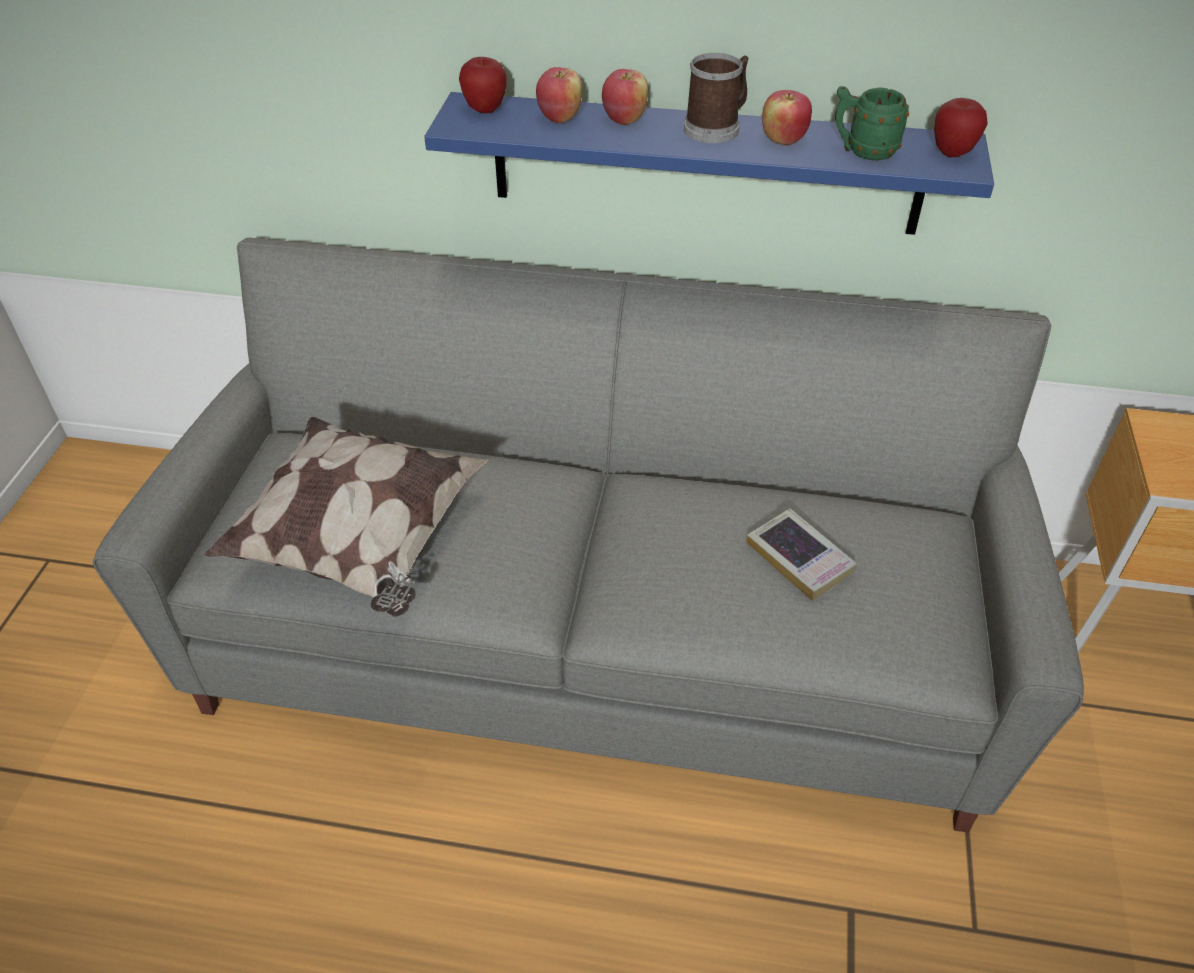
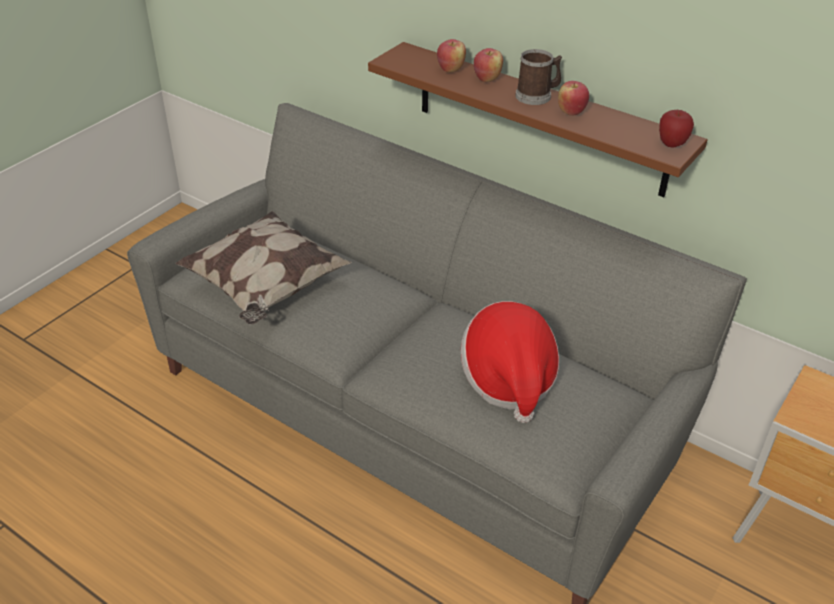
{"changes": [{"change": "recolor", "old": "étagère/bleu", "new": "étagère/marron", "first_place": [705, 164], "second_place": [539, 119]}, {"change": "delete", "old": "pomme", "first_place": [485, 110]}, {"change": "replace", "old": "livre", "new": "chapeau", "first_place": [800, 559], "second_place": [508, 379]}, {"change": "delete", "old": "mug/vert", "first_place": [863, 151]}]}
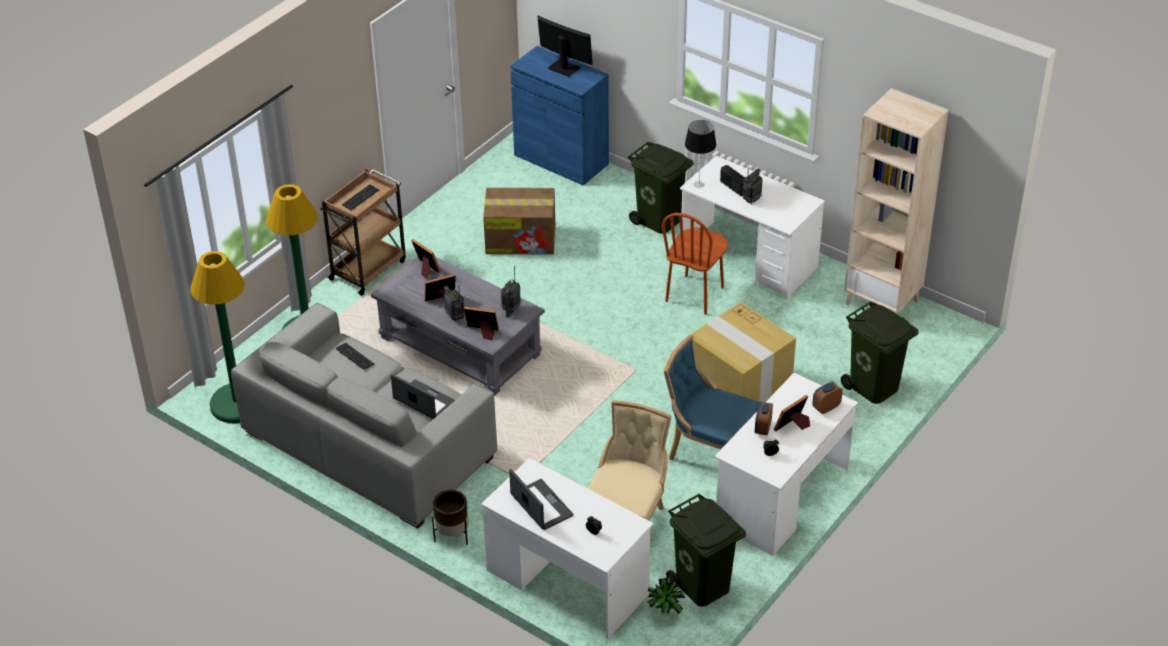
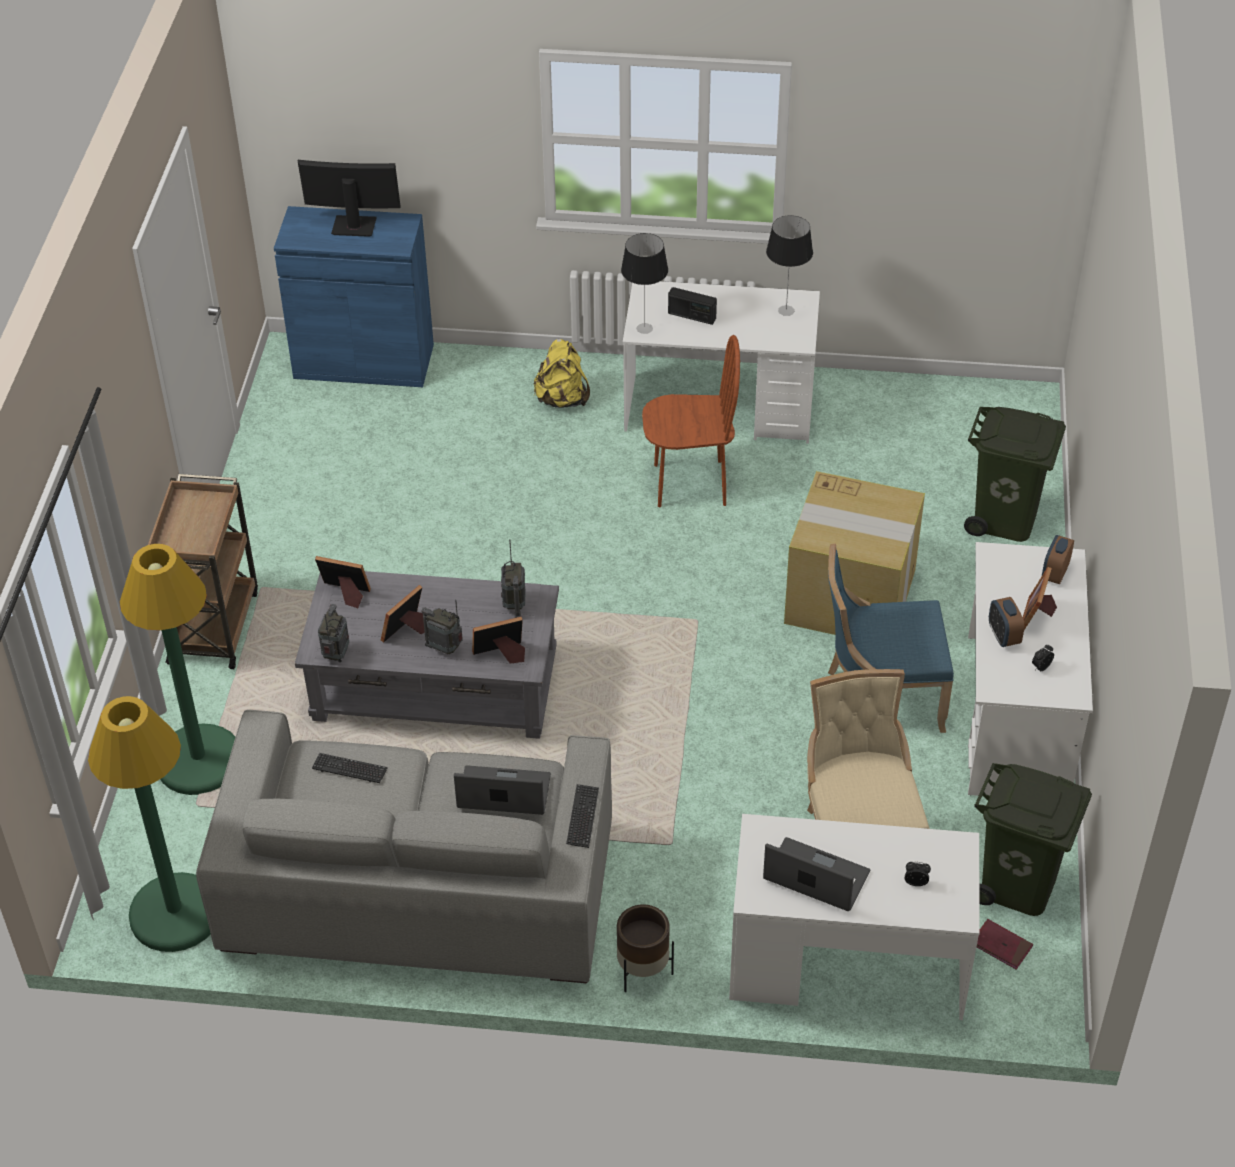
{"changes": [{"change": "move", "old": "clavier", "first_place": [360, 198], "second_place": [582, 817]}, {"change": "delete", "old": "carton", "first_place": [521, 239]}, {"change": "replace", "old": "poubelle/vert", "new": "sac à dos/jaune", "first_place": [658, 220], "second_place": [562, 399]}, {"change": "replace", "old": "plante en pot", "new": "livre/rouge", "first_place": [664, 612], "second_place": [1001, 946]}, {"change": "rotate", "old": "chaise/marron", "first_place": [695, 294], "second_place": [690, 484], "degrees": -90}, {"change": "move", "old": "radio", "first_place": [751, 200], "second_place": [336, 655]}, {"change": "delete", "old": "bibliothèque/beige", "first_place": [883, 302]}, {"change": "insert", "new": "lampe de table", "second_place": [786, 310]}]}
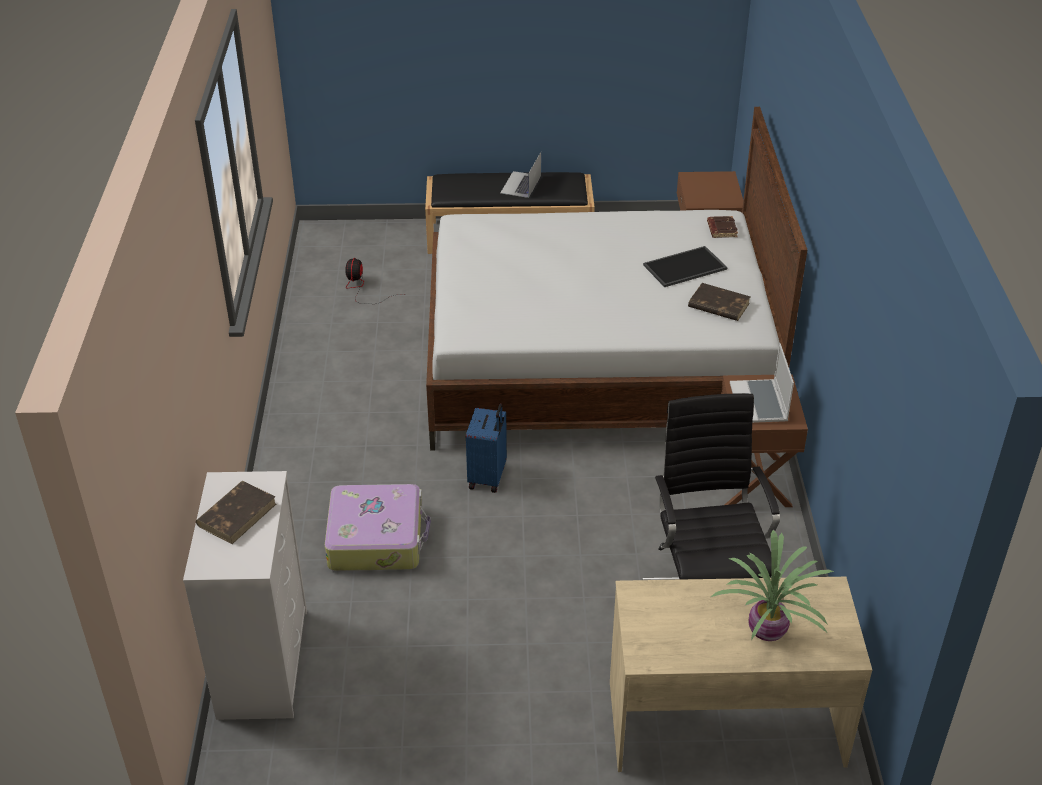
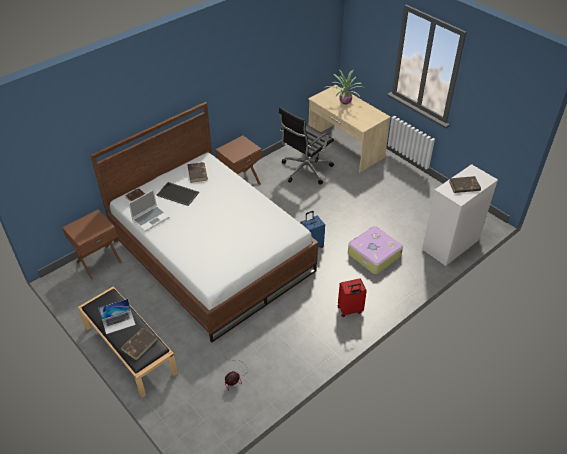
{"changes": [{"change": "move", "old": "ordinateur portable", "first_place": [759, 403], "second_place": [151, 218]}, {"change": "insert", "new": "livre/marron", "second_place": [139, 344]}, {"change": "insert", "new": "valise/rouge", "second_place": [350, 310]}]}
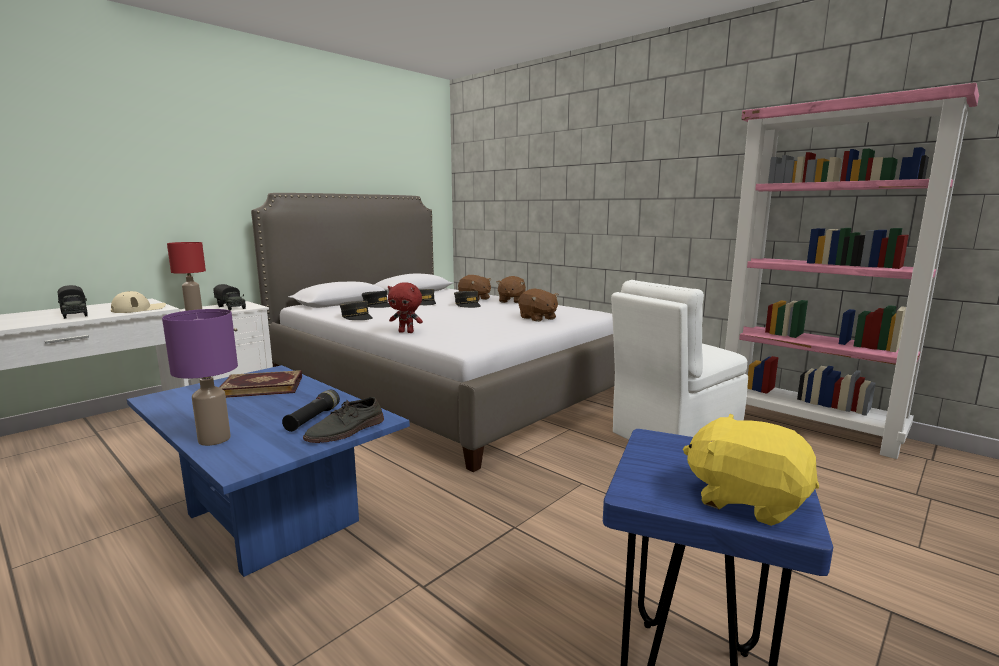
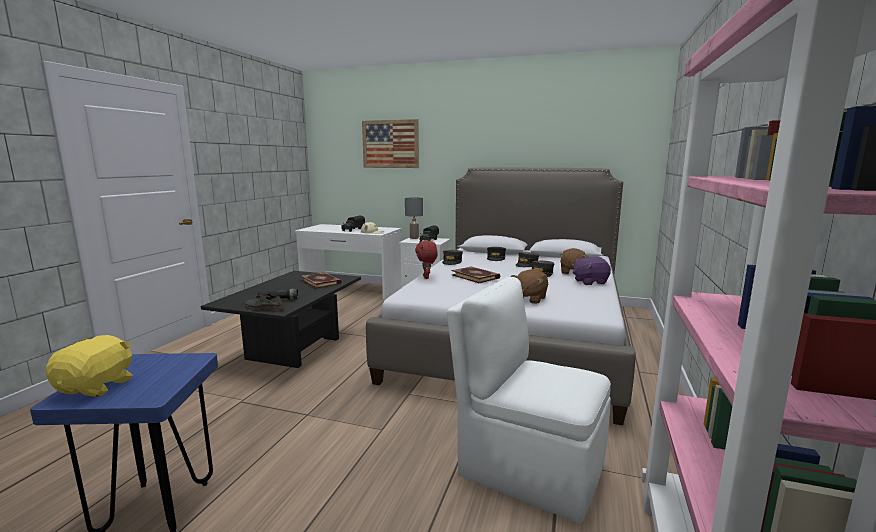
{"changes": [{"change": "recolor", "old": "table basse/bleu", "new": "table basse/noir", "first_place": [272, 517], "second_place": [294, 348]}, {"change": "delete", "old": "lampe de table/violet", "first_place": [213, 439]}, {"change": "recolor", "old": "lampe de table/rouge", "new": "lampe de table/gris", "first_place": [193, 309], "second_place": [414, 238]}, {"change": "recolor", "old": "peluche/marron", "new": "peluche/violet", "first_place": [511, 301], "second_place": [589, 282]}, {"change": "insert", "new": "tableau", "second_place": [390, 144]}, {"change": "insert", "new": "livre", "second_place": [476, 276]}]}
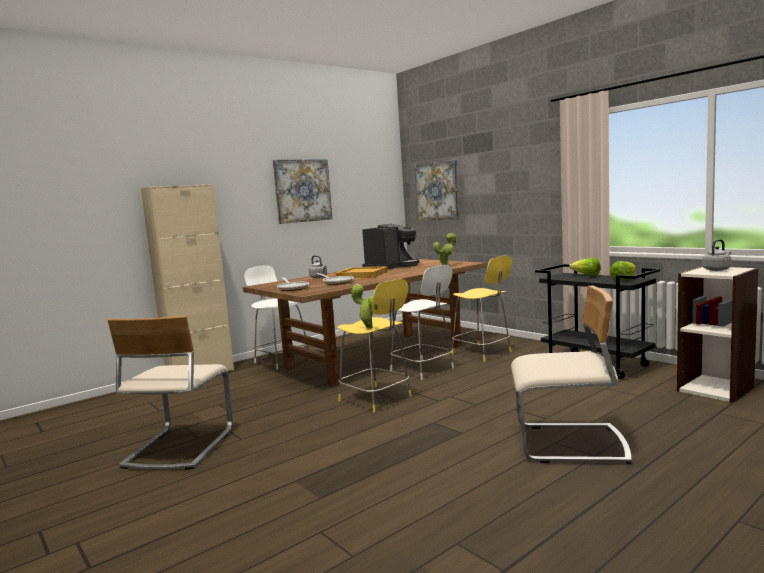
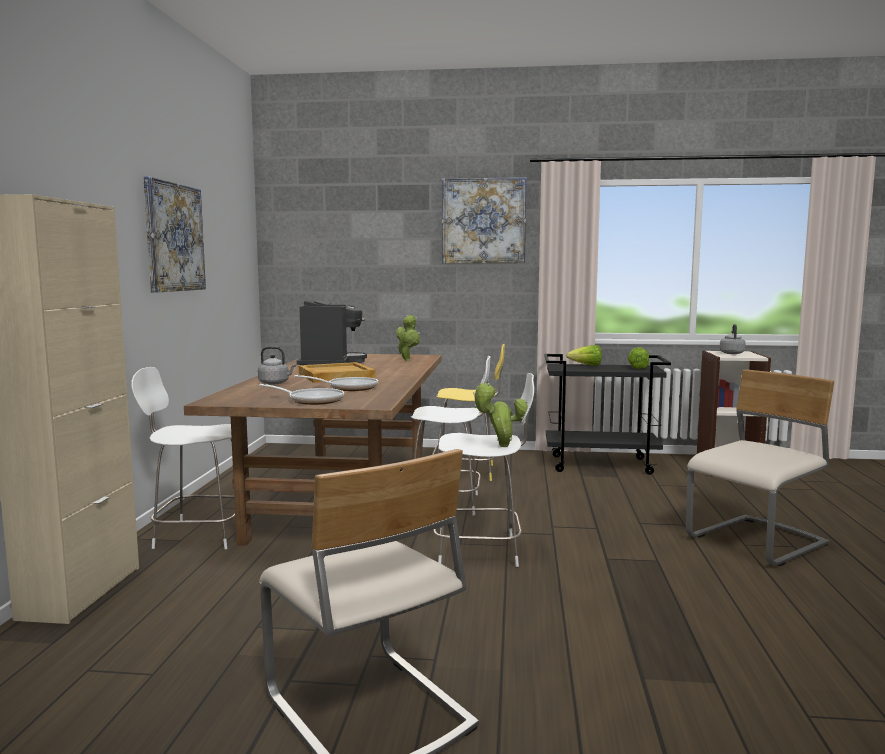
{"changes": [{"change": "recolor", "old": "tabouret/jaune", "new": "tabouret/blanc", "first_place": [376, 399], "second_place": [481, 551]}, {"change": "move", "old": "tableau", "first_place": [437, 191], "second_place": [483, 221]}]}
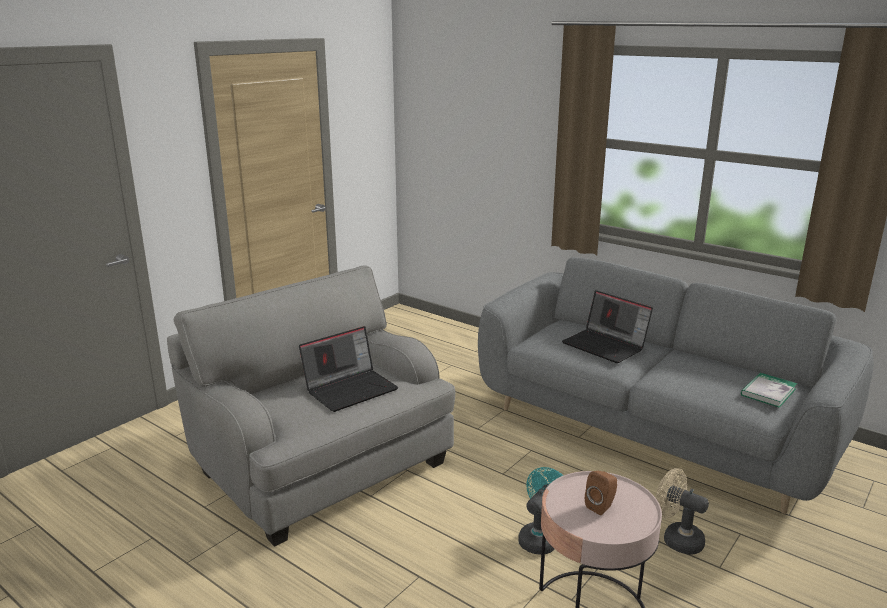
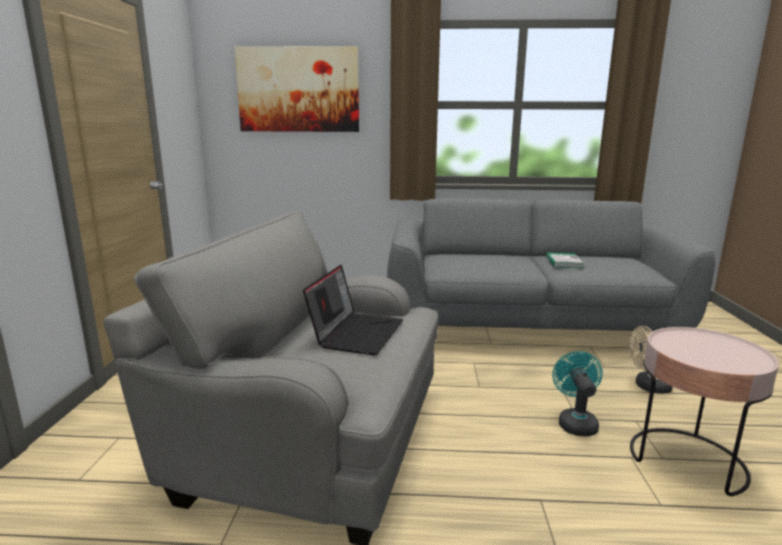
{"changes": [{"change": "delete", "old": "ordinateur portable", "first_place": [606, 345]}, {"change": "delete", "old": "enceinte/marron", "first_place": [601, 506]}, {"change": "move", "old": "livre", "first_place": [768, 392], "second_place": [564, 262]}, {"change": "insert", "new": "tableau", "second_place": [298, 90]}]}
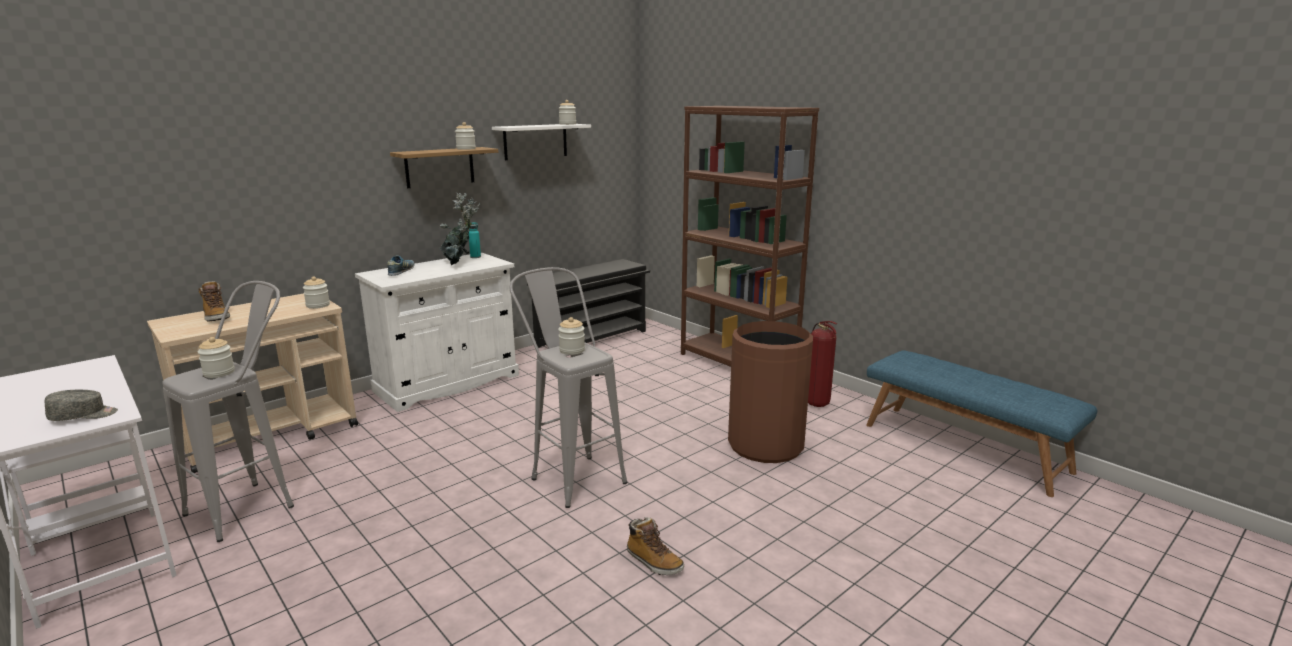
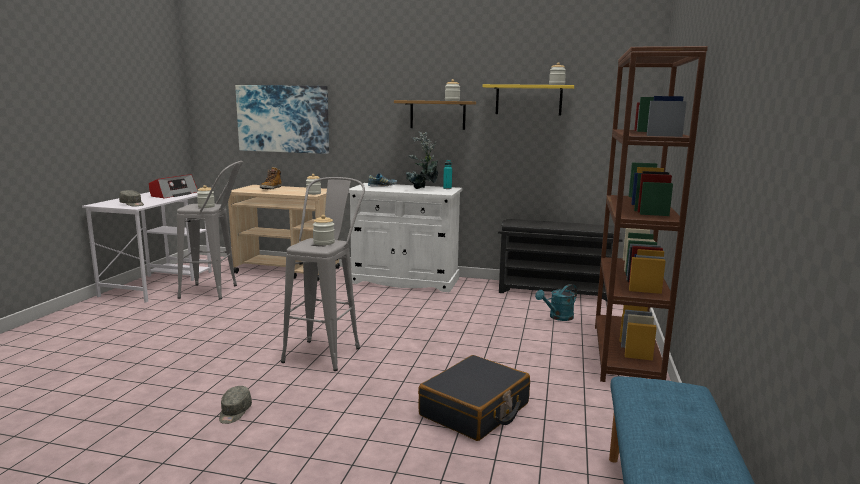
{"changes": [{"change": "recolor", "old": "étagère/blanc", "new": "étagère/jaune", "first_place": [535, 141], "second_place": [528, 100]}, {"change": "replace", "old": "botte", "new": "casquette/gris", "first_place": [653, 562], "second_place": [234, 412]}, {"change": "replace", "old": "poubelle/marron", "new": "valise/noir", "first_place": [765, 445], "second_place": [475, 410]}, {"change": "delete", "old": "extincteur", "first_place": [814, 403]}, {"change": "insert", "new": "radio", "second_place": [174, 194]}, {"change": "insert", "new": "tableau", "second_place": [283, 119]}, {"change": "insert", "new": "arrosoir/turquoise", "second_place": [558, 317]}]}
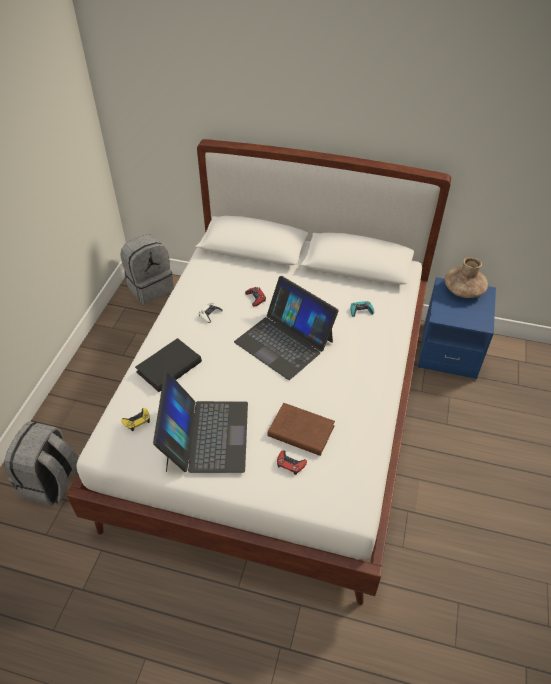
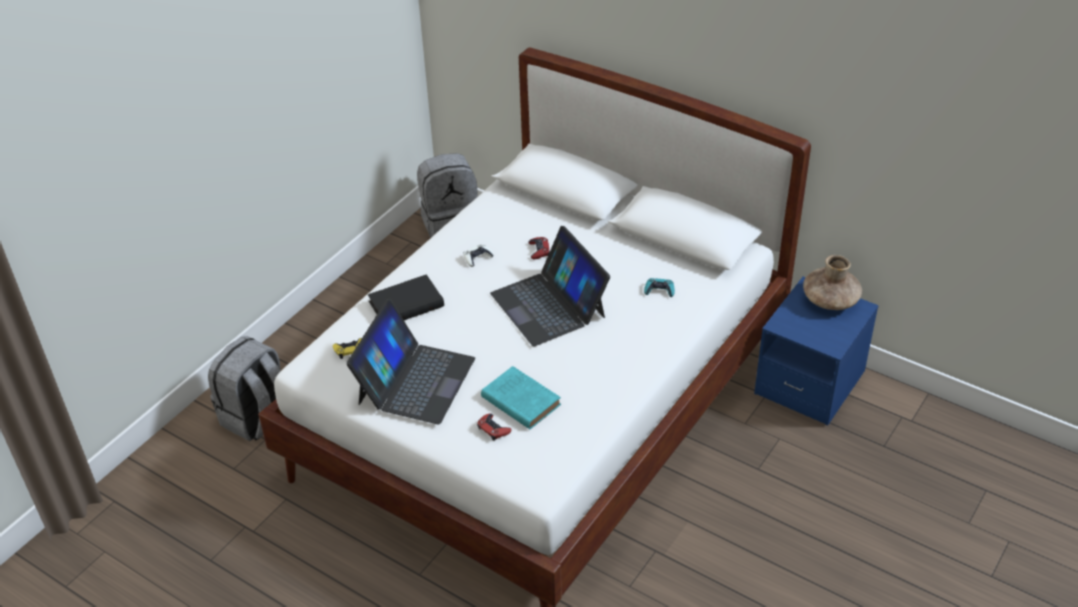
{"changes": [{"change": "recolor", "old": "livre/marron", "new": "livre/turquoise", "first_place": [299, 431], "second_place": [519, 400]}]}
